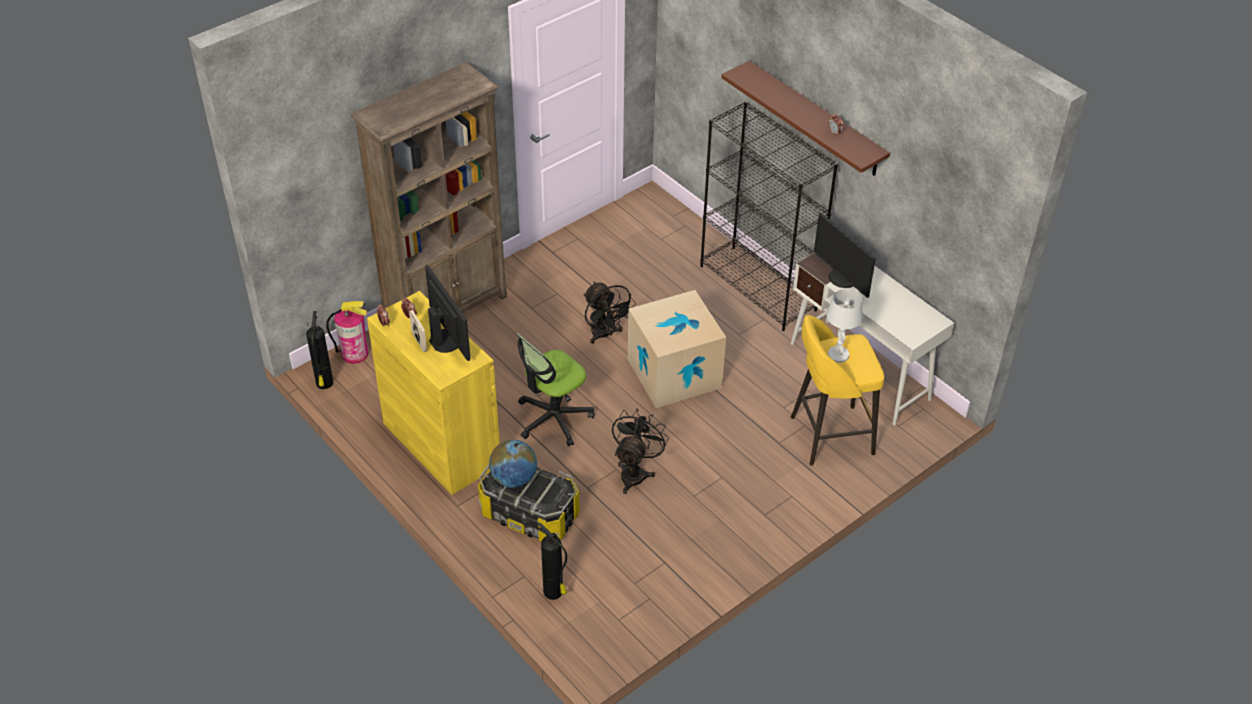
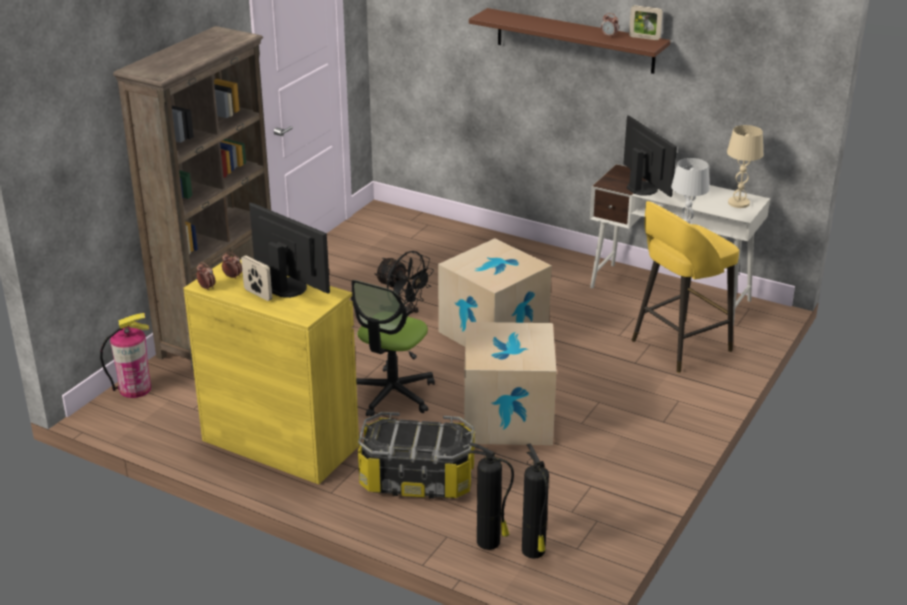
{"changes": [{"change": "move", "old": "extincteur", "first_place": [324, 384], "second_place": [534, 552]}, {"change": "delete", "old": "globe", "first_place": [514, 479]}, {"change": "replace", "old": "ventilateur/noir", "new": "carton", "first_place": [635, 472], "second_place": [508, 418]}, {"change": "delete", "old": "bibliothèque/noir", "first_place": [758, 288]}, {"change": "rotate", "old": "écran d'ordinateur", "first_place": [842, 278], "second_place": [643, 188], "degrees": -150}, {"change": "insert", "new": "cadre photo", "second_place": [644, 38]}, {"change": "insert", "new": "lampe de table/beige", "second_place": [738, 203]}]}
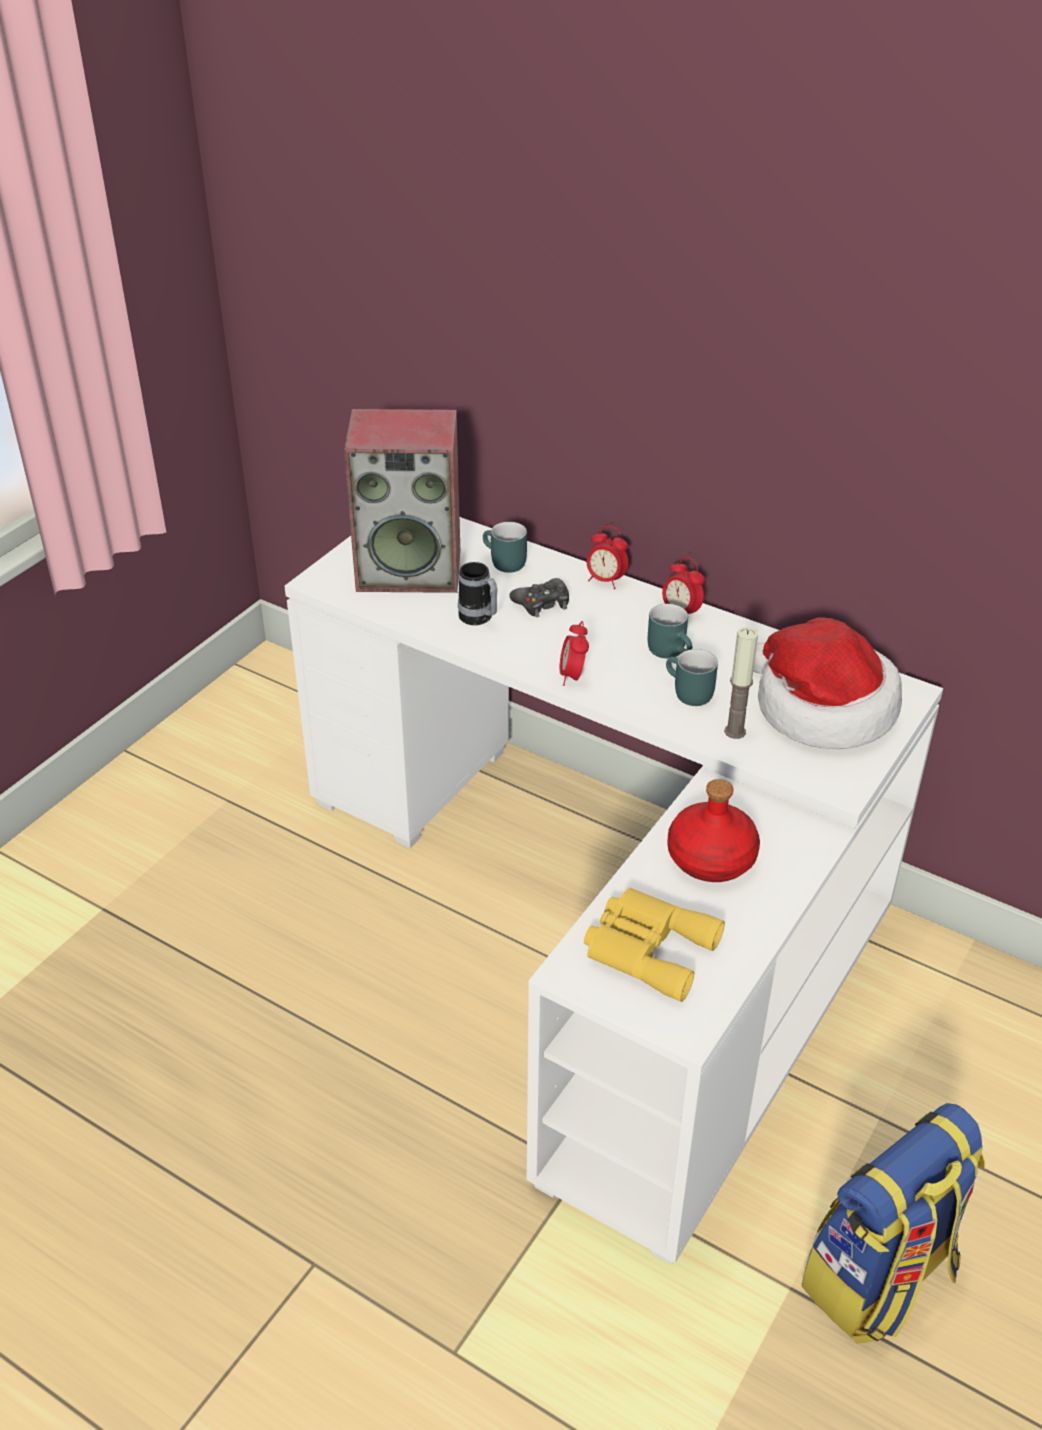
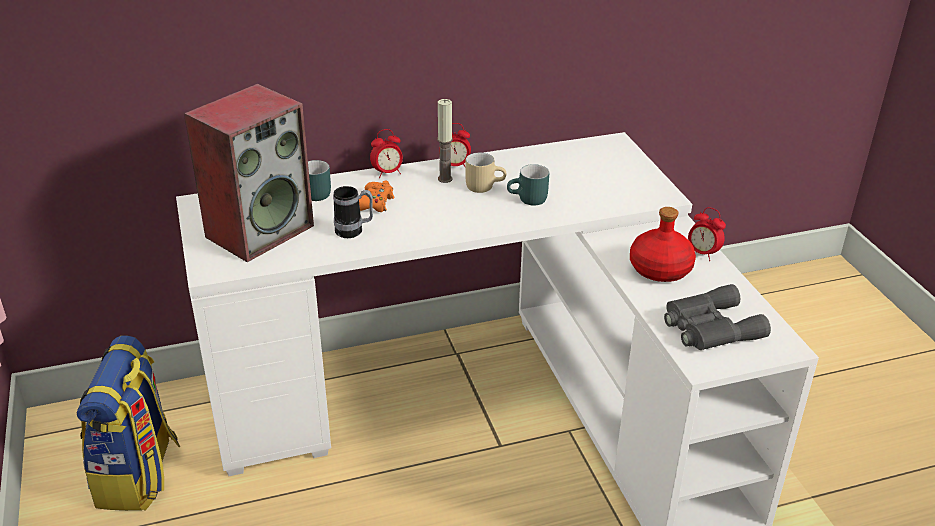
{"changes": [{"change": "recolor", "old": "manette/noir", "new": "manette/orange", "first_place": [542, 603], "second_place": [374, 203]}, {"change": "move", "old": "réveil", "first_place": [573, 676], "second_place": [702, 254]}, {"change": "recolor", "old": "jumelles/jaune", "new": "jumelles/gris", "first_place": [647, 947], "second_place": [709, 327]}, {"change": "recolor", "old": "mug/turquoise", "new": "mug/beige", "first_place": [672, 651], "second_place": [484, 186]}, {"change": "move", "old": "bougie", "first_place": [735, 731], "second_place": [445, 179]}, {"change": "delete", "old": "chapeau", "first_place": [821, 708]}, {"change": "move", "old": "sac à dos", "first_place": [880, 1279], "second_place": [139, 475]}]}
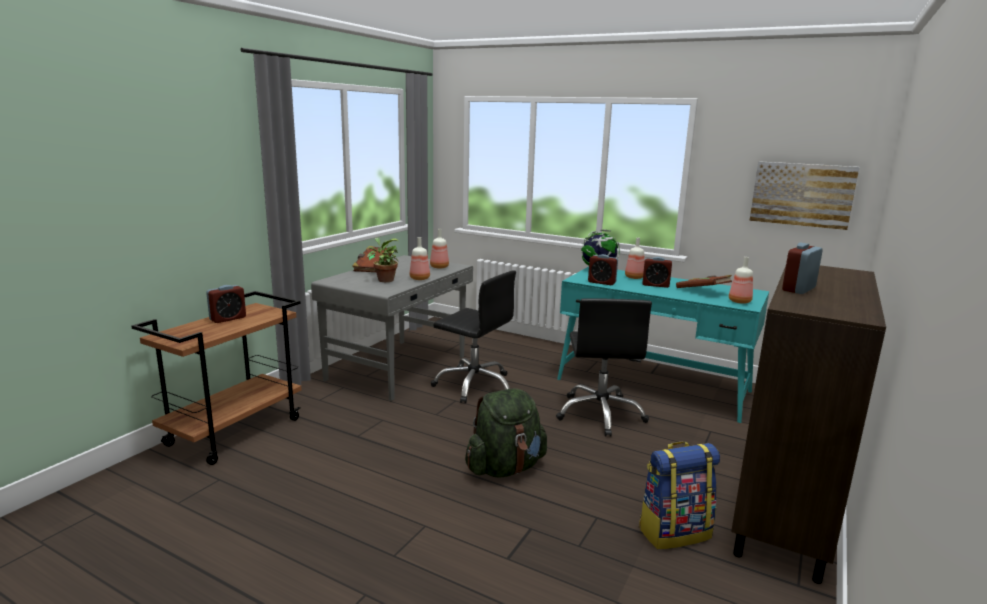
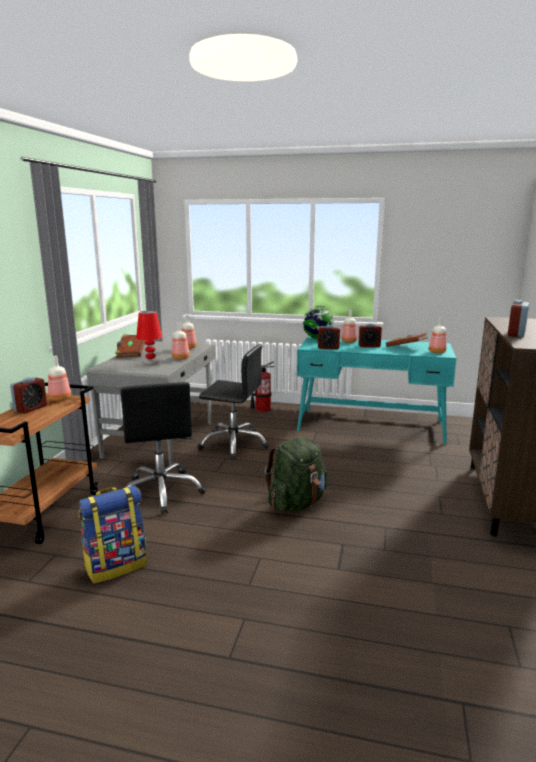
{"changes": [{"change": "replace", "old": "plante en pot", "new": "lampe de table/rouge", "first_place": [384, 280], "second_place": [151, 362]}, {"change": "move", "old": "chaise de bureau/noir", "first_place": [600, 414], "second_place": [161, 492]}, {"change": "move", "old": "sac à dos", "first_place": [674, 532], "second_place": [116, 565]}, {"change": "delete", "old": "tableau", "first_place": [802, 194]}, {"change": "insert", "new": "bouteille", "second_place": [59, 399]}, {"change": "insert", "new": "extincteur", "second_place": [262, 409]}]}
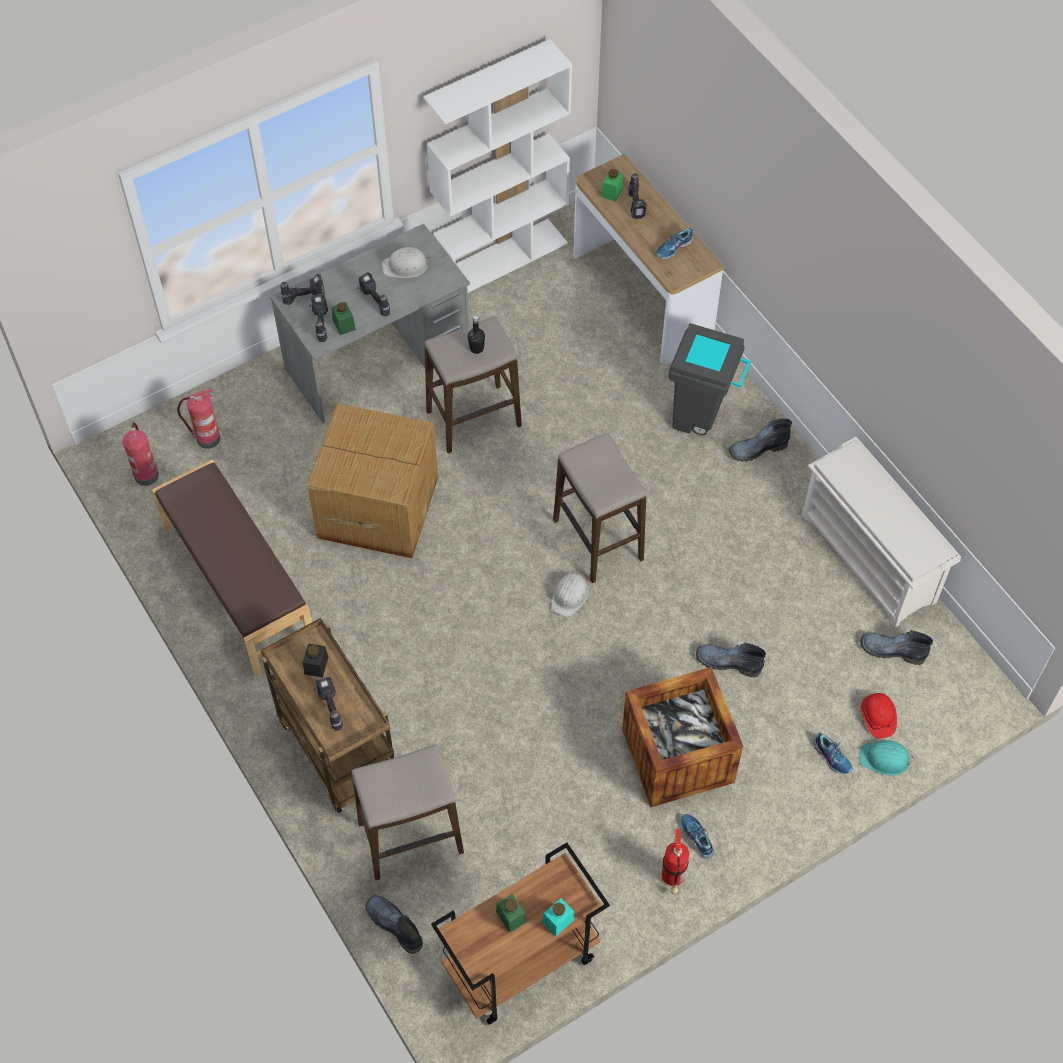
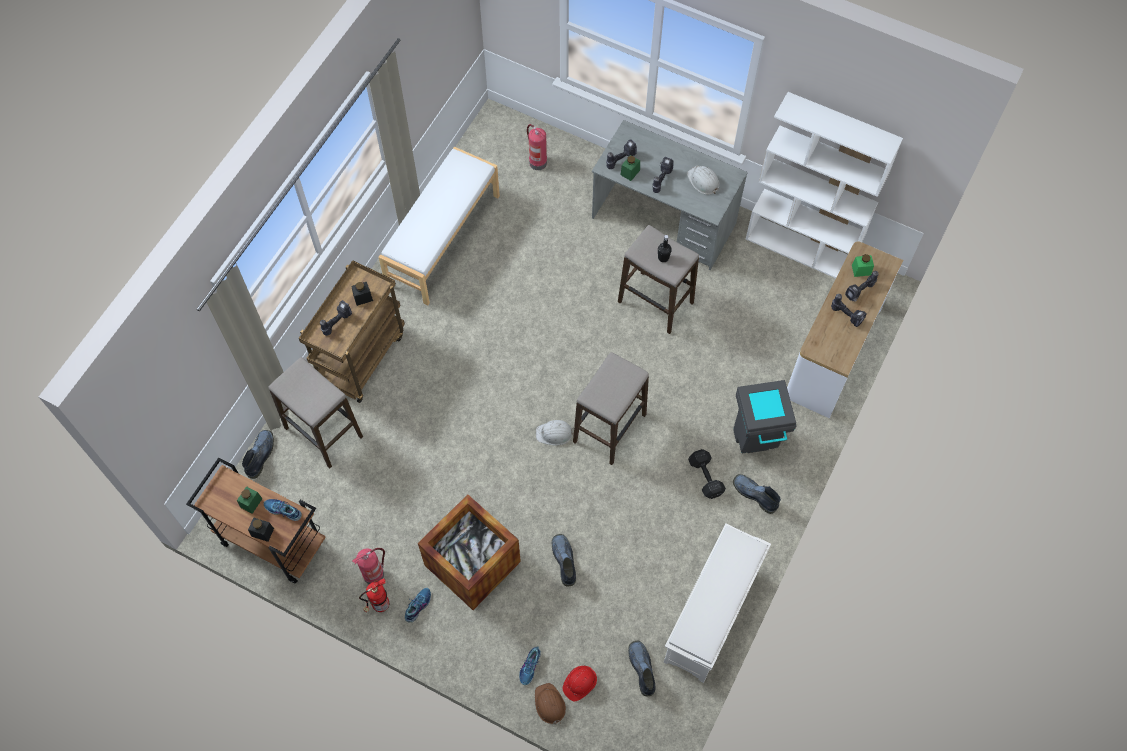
{"changes": [{"change": "move", "old": "extincteur", "first_place": [146, 474], "second_place": [374, 574]}, {"change": "recolor", "old": "banc/marron", "new": "banc/blanc", "first_place": [238, 586], "second_place": [442, 239]}, {"change": "move", "old": "perceuse", "first_place": [305, 296], "second_place": [847, 315]}, {"change": "delete", "old": "carton", "first_place": [377, 506]}, {"change": "recolor", "old": "bocal/turquoise", "new": "bocal/noir", "first_place": [558, 921], "second_place": [262, 532]}, {"change": "move", "old": "chaussure", "first_place": [674, 248], "second_place": [283, 511]}, {"change": "recolor", "old": "casque de chantier/turquoise", "new": "casque de chantier/marron", "first_place": [885, 759], "second_place": [549, 704]}, {"change": "insert", "new": "haltère/noir", "second_place": [705, 478]}]}
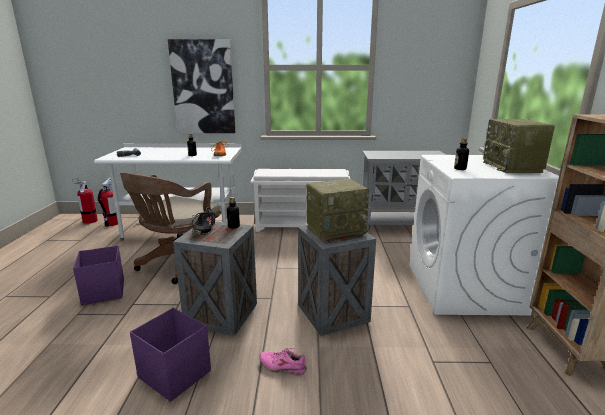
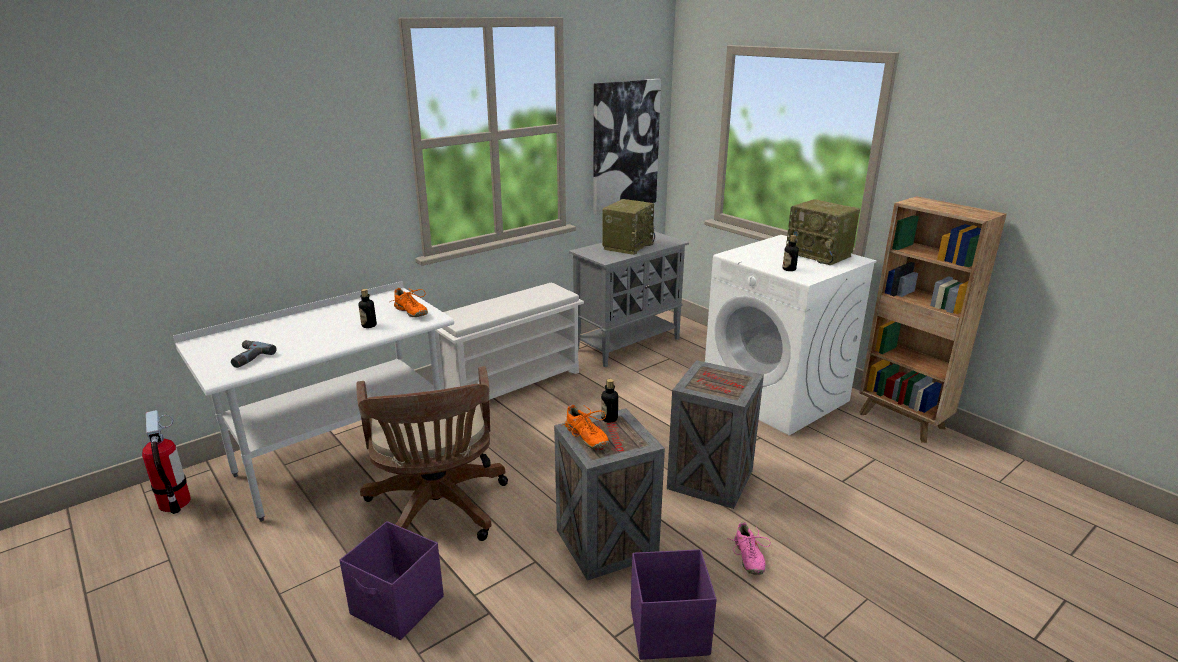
{"changes": [{"change": "delete", "old": "extincteur", "first_place": [90, 221]}, {"change": "move", "old": "tableau", "first_place": [203, 87], "second_place": [625, 146]}, {"change": "recolor", "old": "chaussure/noir", "new": "chaussure/orange", "first_place": [204, 229], "second_place": [586, 437]}, {"change": "rotate", "old": "chaussure/rose", "first_place": [283, 366], "second_place": [748, 557], "degrees": -75}, {"change": "move", "old": "radio", "first_place": [336, 229], "second_place": [627, 246]}]}
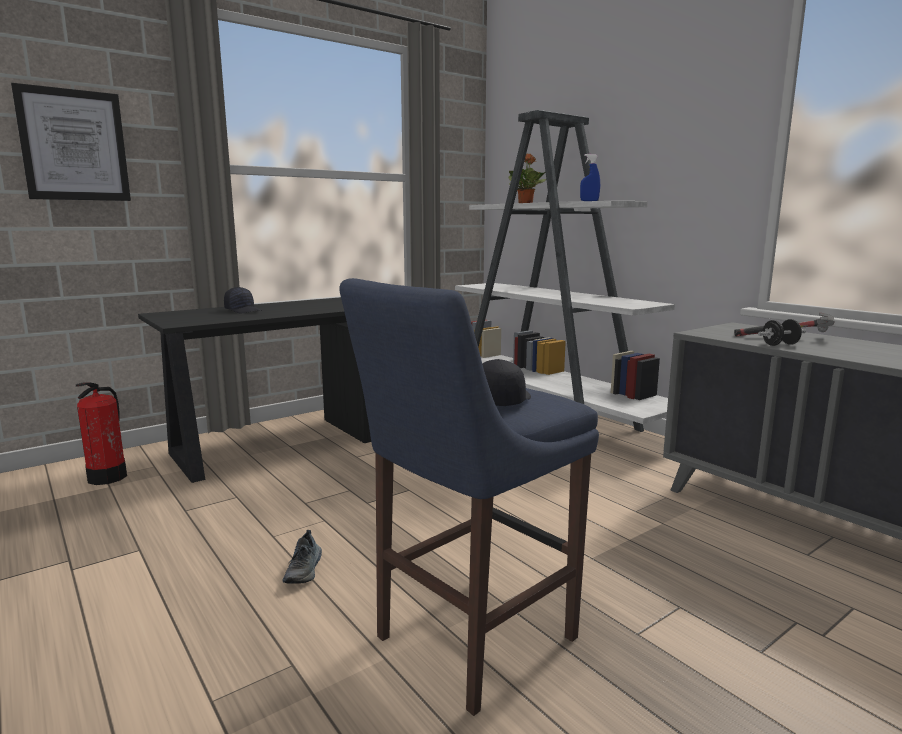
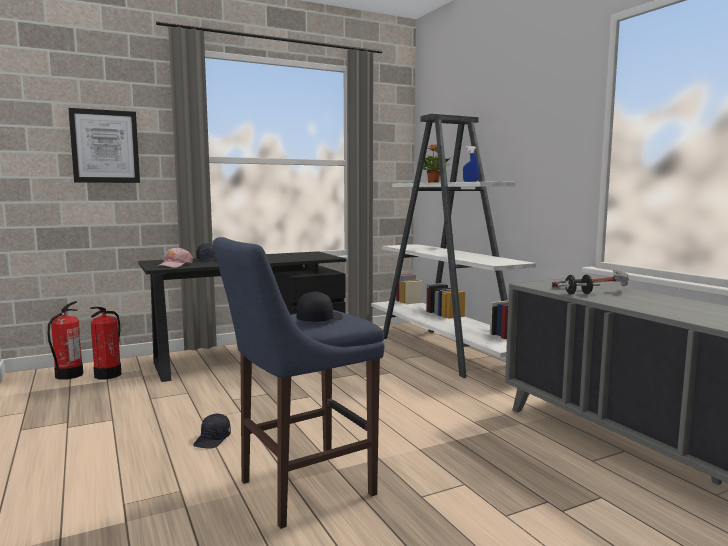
{"changes": [{"change": "replace", "old": "chaussure", "new": "casquette/noir", "first_place": [304, 570], "second_place": [213, 439]}, {"change": "insert", "new": "extincteur", "second_place": [68, 375]}, {"change": "insert", "new": "casquette/rose", "second_place": [174, 265]}]}
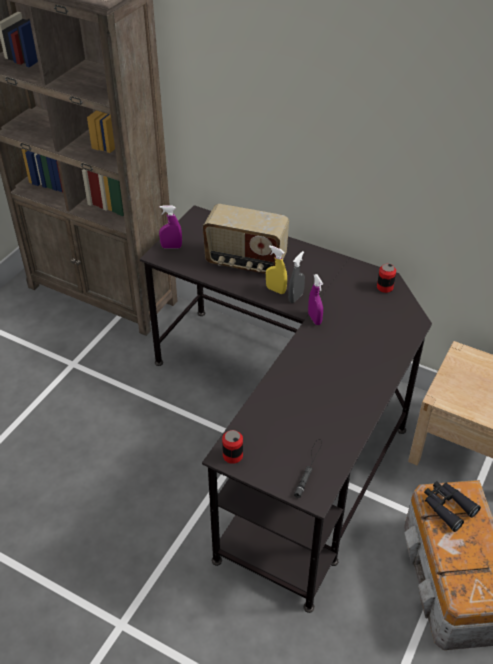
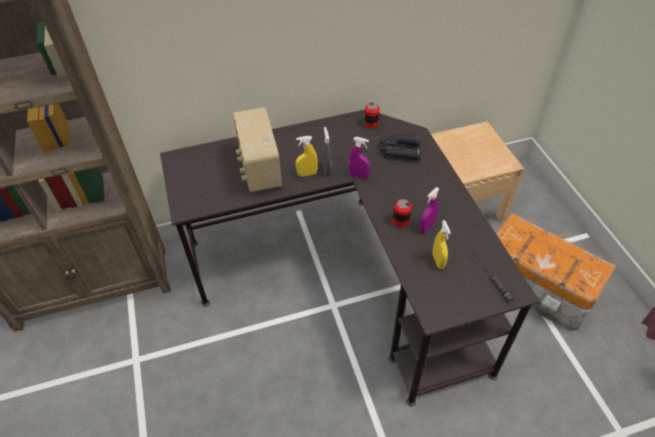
{"changes": [{"change": "move", "old": "vaporisateur/violet", "first_place": [171, 247], "second_place": [427, 227]}, {"change": "rotate", "old": "radio", "first_place": [245, 262], "second_place": [259, 169], "degrees": 105}, {"change": "move", "old": "boîte métallique", "first_place": [232, 456], "second_place": [401, 221]}, {"change": "move", "old": "jumelles/noir", "first_place": [447, 507], "second_place": [399, 150]}, {"change": "insert", "new": "vaporisateur/jaune", "second_place": [438, 261]}]}
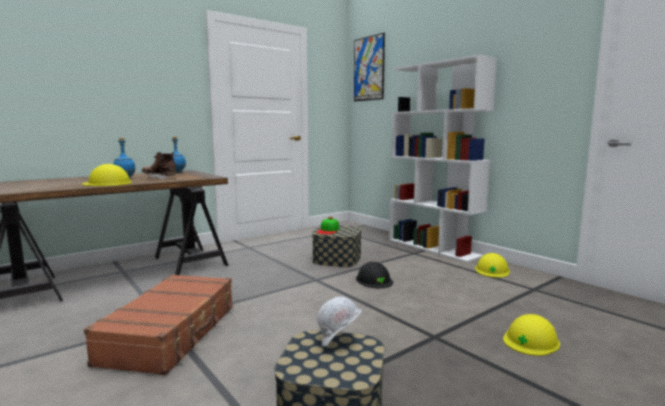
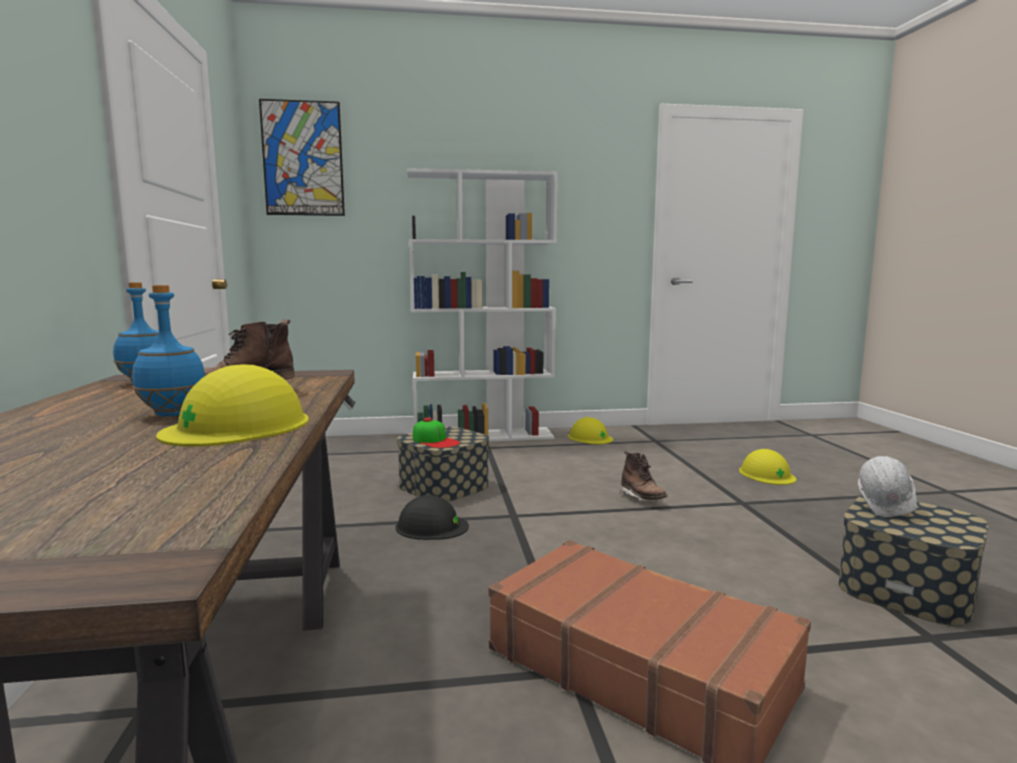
{"changes": [{"change": "move", "old": "casque de chantier/noir", "first_place": [374, 280], "second_place": [431, 526]}, {"change": "insert", "new": "botte/marron", "second_place": [642, 498]}]}
